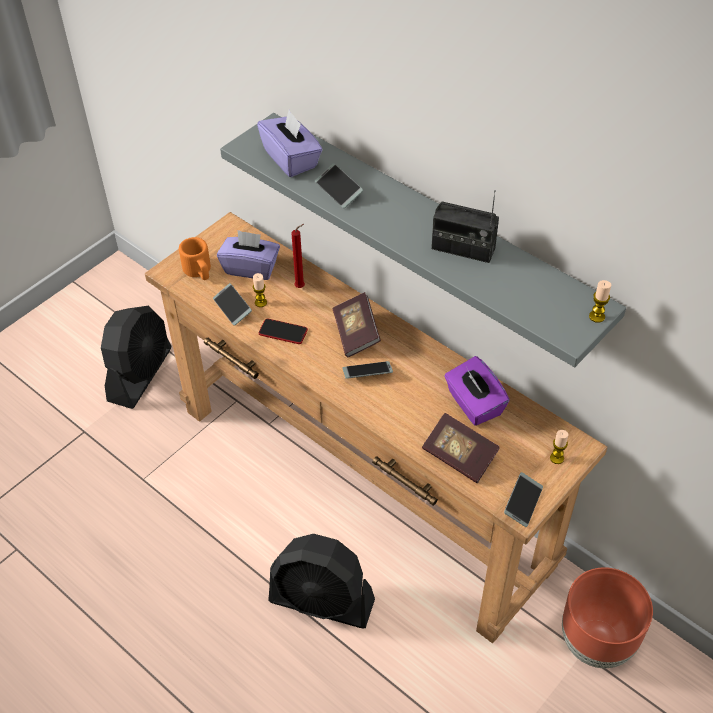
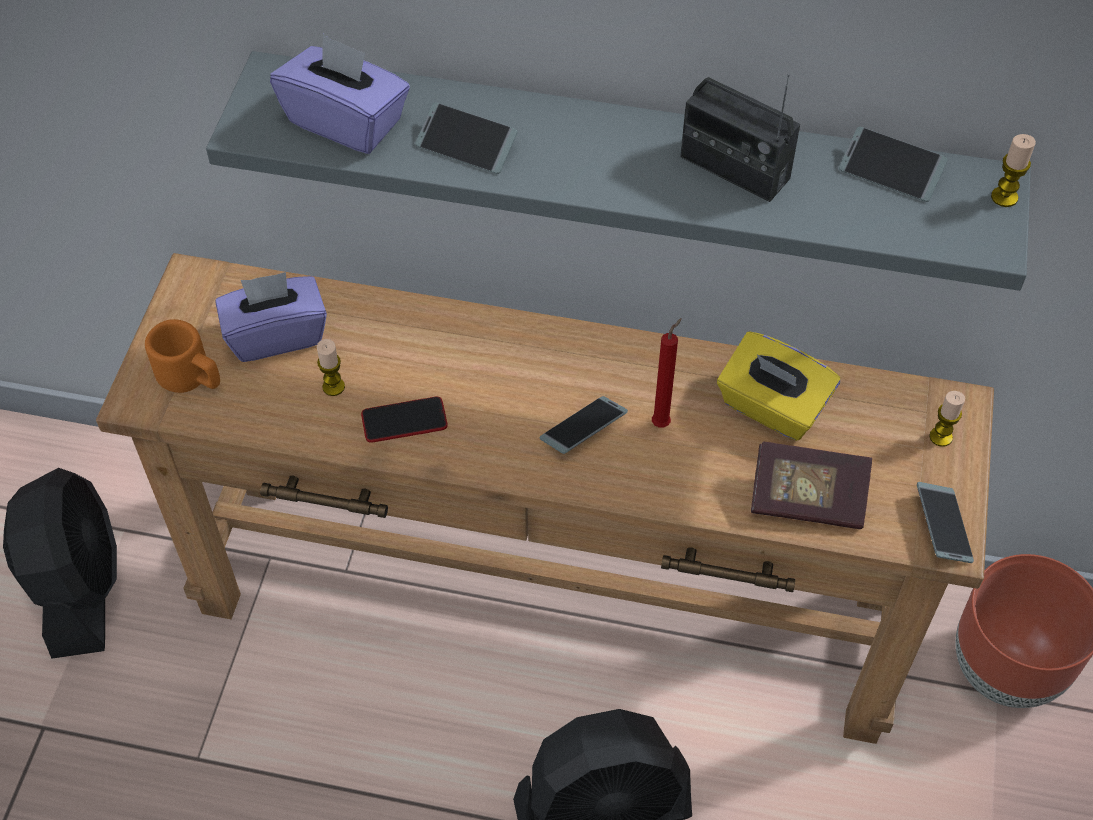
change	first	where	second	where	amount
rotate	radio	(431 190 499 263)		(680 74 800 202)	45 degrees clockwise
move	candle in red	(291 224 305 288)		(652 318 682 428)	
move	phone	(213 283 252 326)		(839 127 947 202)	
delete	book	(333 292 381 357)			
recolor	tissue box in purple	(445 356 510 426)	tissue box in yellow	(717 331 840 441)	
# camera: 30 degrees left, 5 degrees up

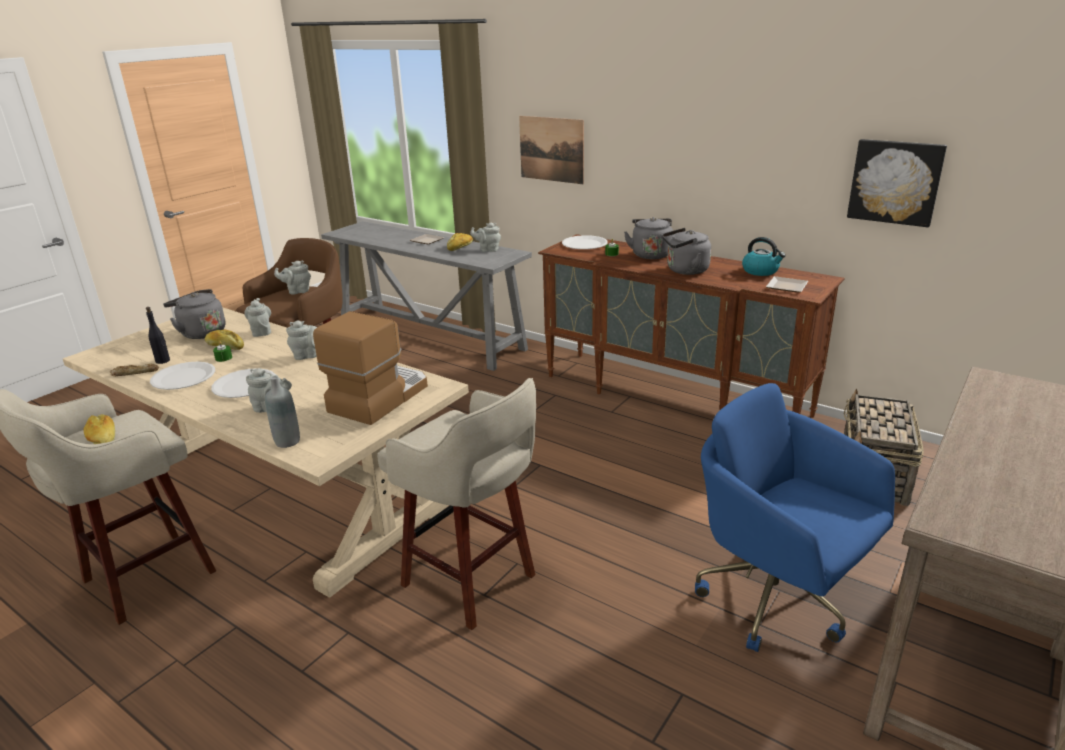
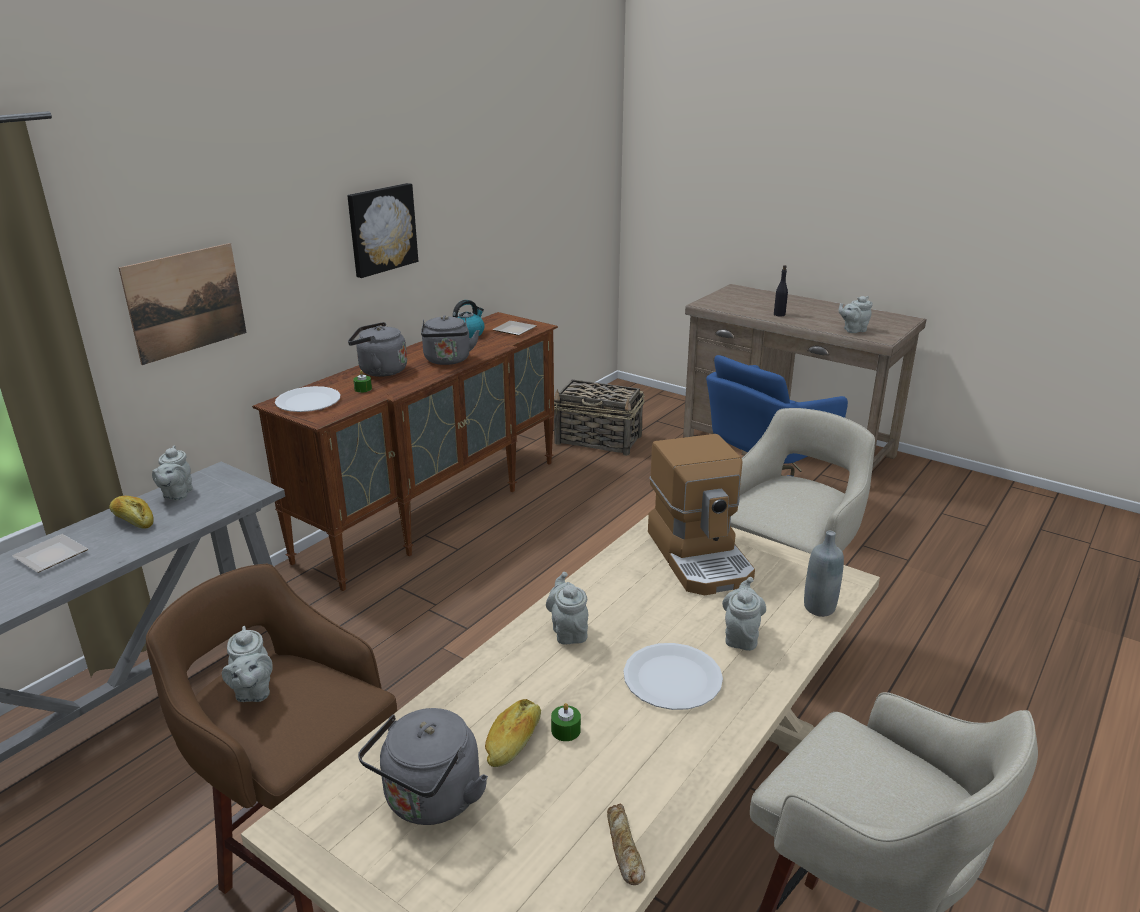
change	first	where	second	where	amount
move	picture	(847 139 947 227)		(347 183 418 278)	
move	teapot in grey	(244 298 271 337)		(838 296 873 333)	
move	bottle in black	(146 307 170 364)		(774 265 788 316)	
rotate	coffee machine	(313 311 428 425)		(648 434 755 595)	135 degrees counterclockwise
delete	plate in white	(150 362 215 390)			
delete	bread	(84 414 115 444)			
# camera: 90 degrees left, 0 degrees up

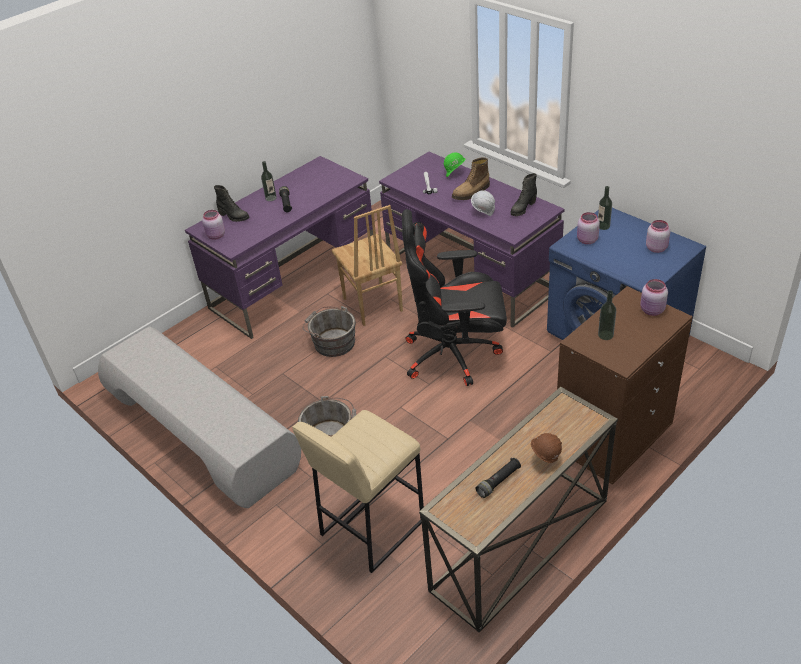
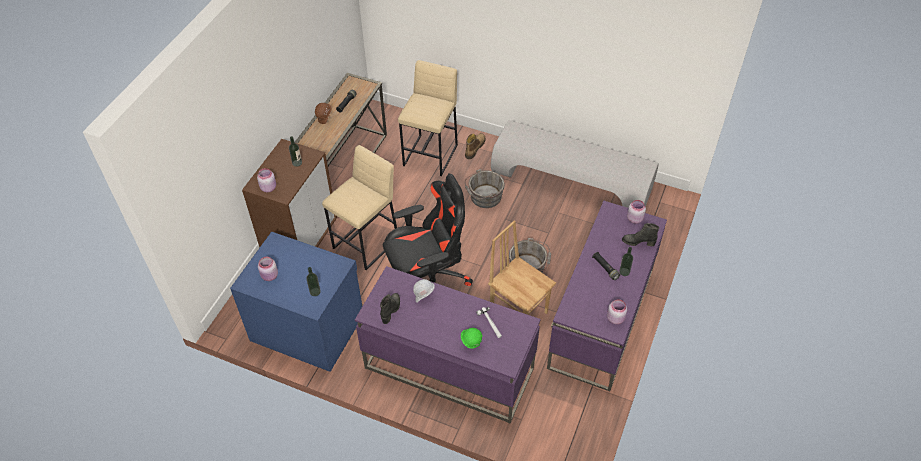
change	first	where	second	where	amount
move	boot	(452 157 490 200)		(465 133 486 159)	
move	jar in pink	(577 212 600 244)		(607 299 627 324)	
insert			stool in beige	(322 145 397 270)	
# camera: 155 degrees right, 10 degrees up

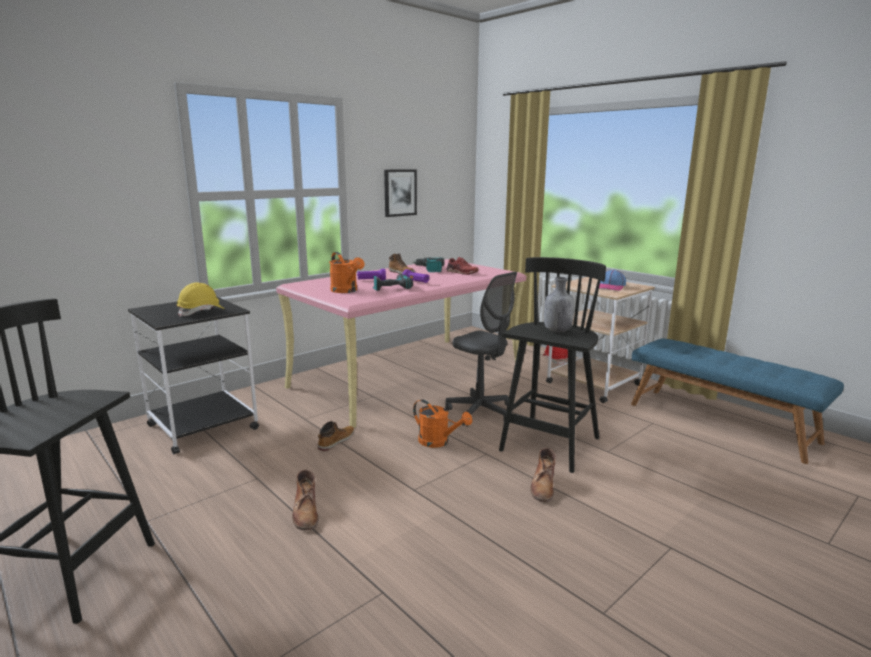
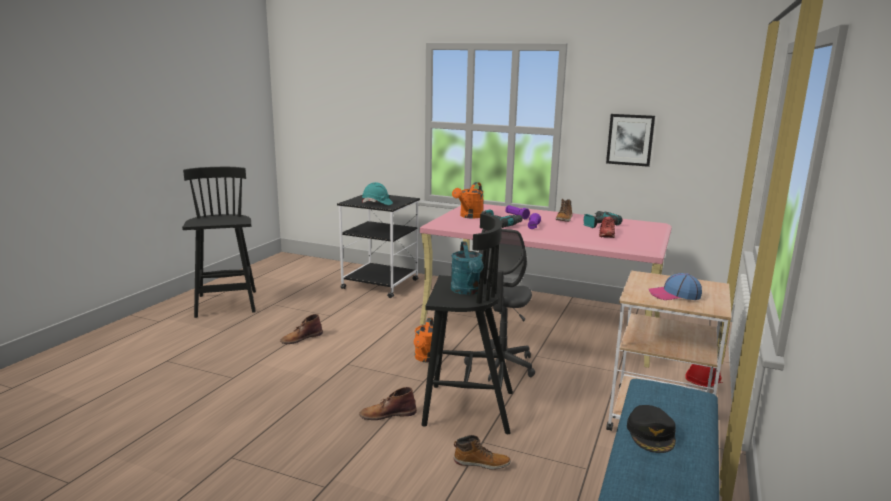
change	first	where	second	where	amount
replace	bottle in grey	(544 277 574 332)	watering can in turquoise	(451 241 484 295)	
recolor	hard hat in yellow	(177 282 225 317)	hard hat in turquoise	(362 182 393 205)	
move	boot	(318 421 355 451)		(454 435 511 470)	
insert			cap in black	(627 405 676 453)	
# camera: 65 degrees right, 0 degrees up

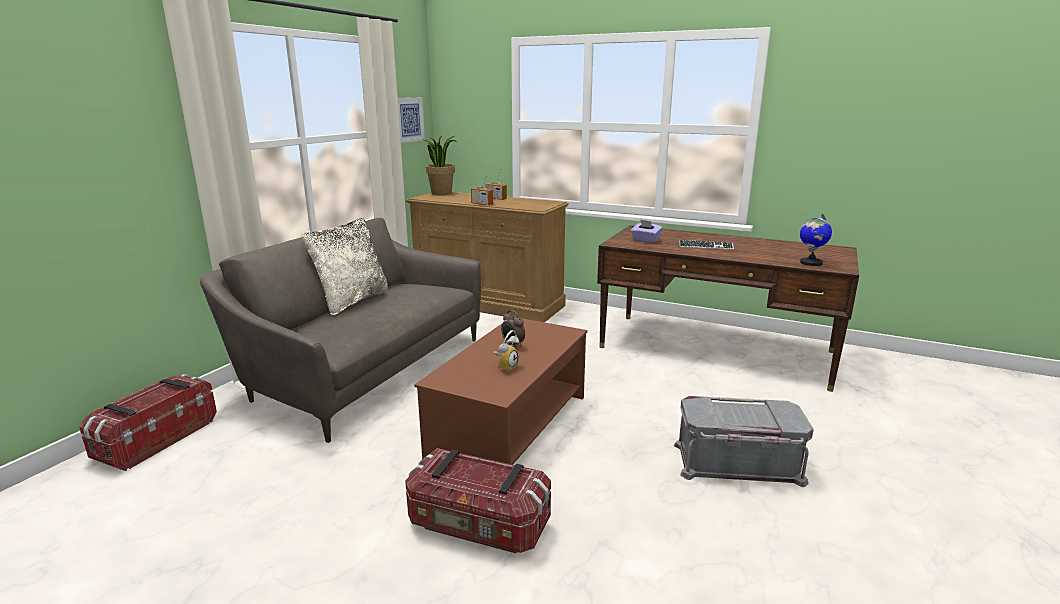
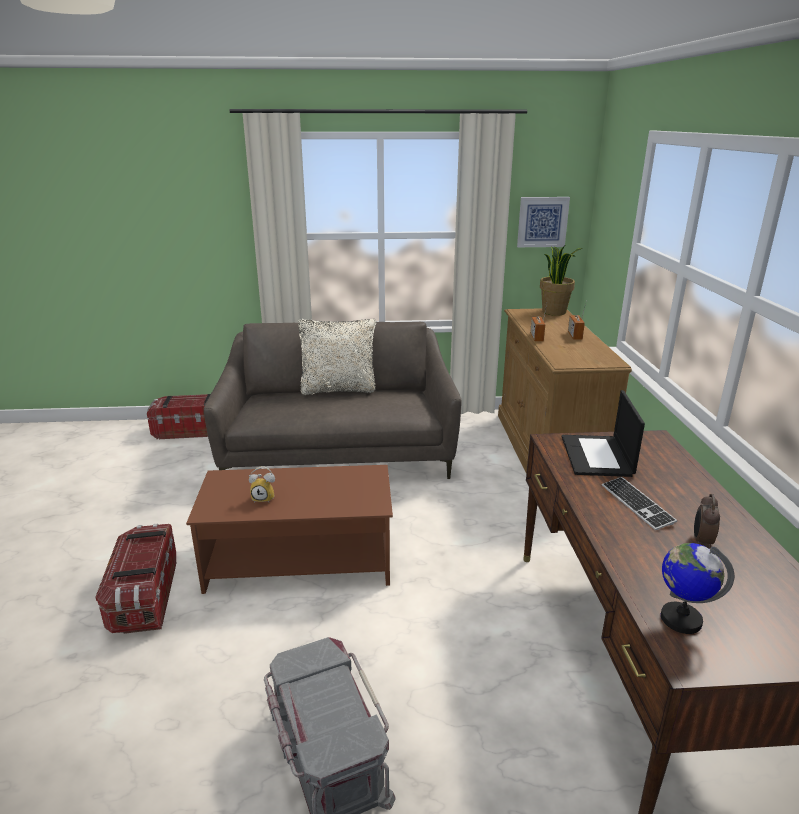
change	first	where	second	where	amount
replace	tissue box in purple	(631 220 663 243)	laptop	(562 390 645 477)	
move	alarm clock	(501 310 525 348)		(694 494 720 548)	
# camera: 60 degrees right, 5 degrees up

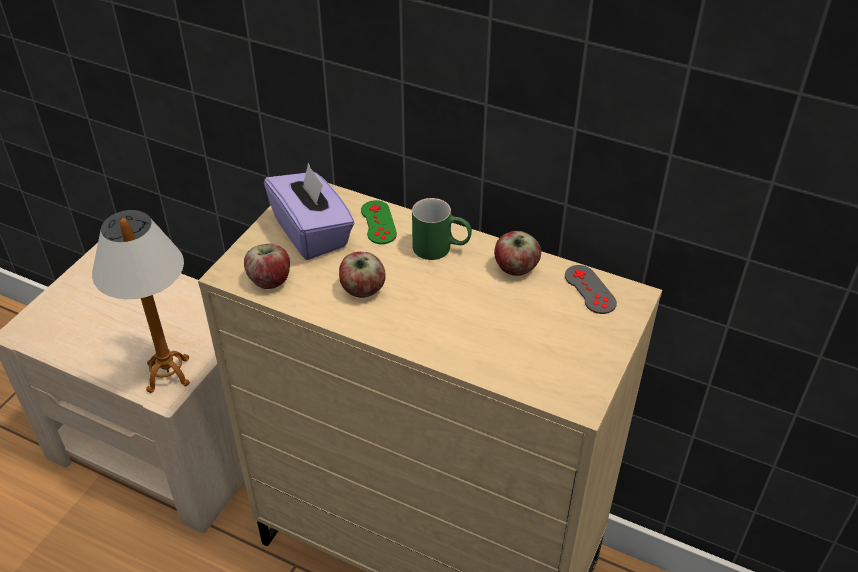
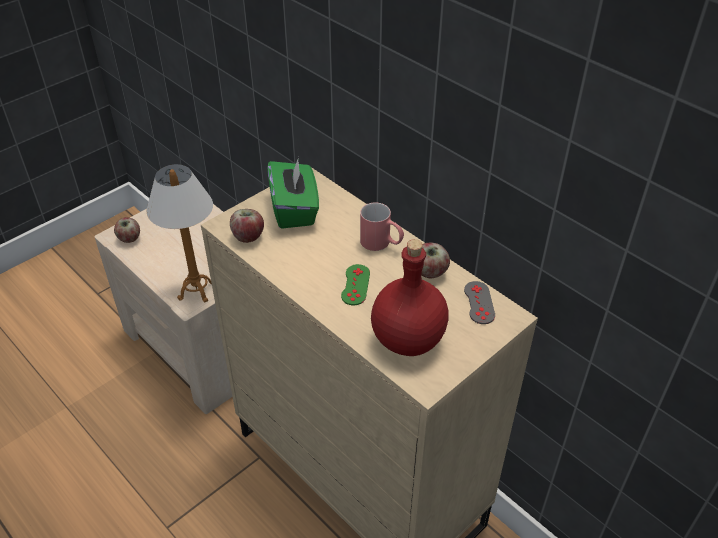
change	first	where	second	where	amount
recolor	tissue box in purple	(264 162 355 260)	tissue box in green	(267 157 319 229)	
recolor	mug in green	(412 198 472 260)	mug in red	(360 202 404 251)	
move	game controller in green	(361 200 397 244)		(341 264 370 305)	
move	apple	(339 252 386 298)		(114 217 140 243)	
insert			bottle in red	(371 239 449 356)	
# camera: 20 degrees right, 0 degrees up

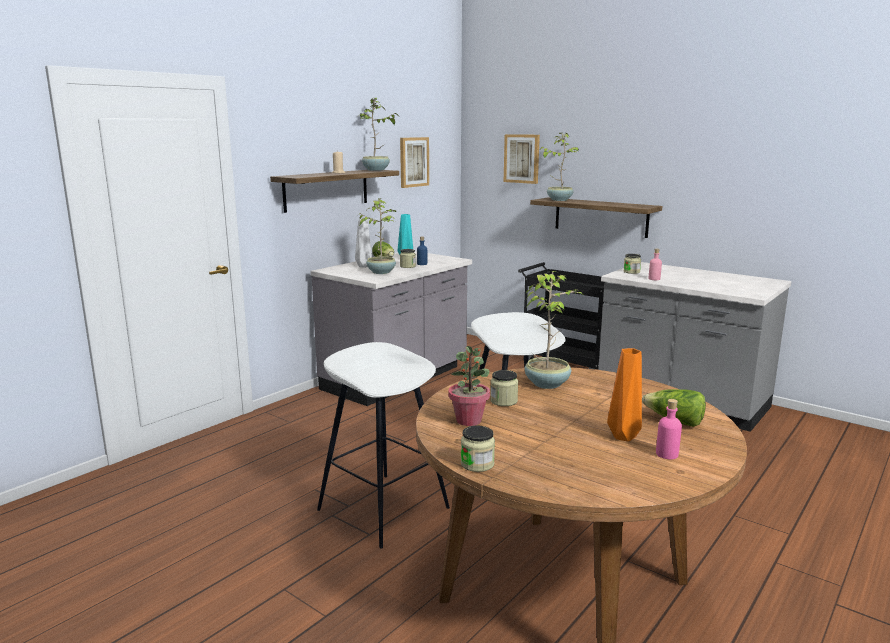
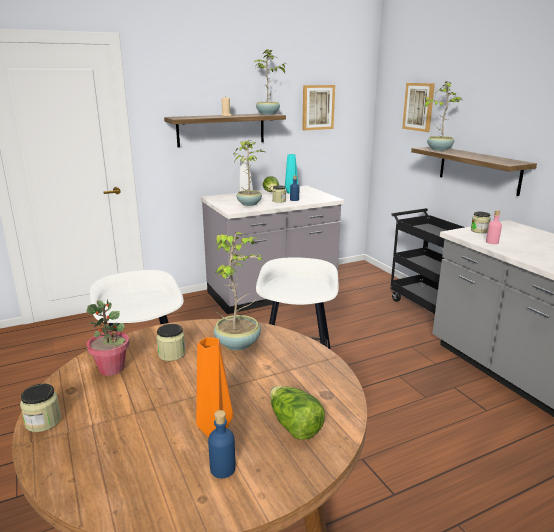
change	first	where	second	where	amount
recolor	bottle in pink	(656 399 682 459)	bottle in blue	(208 410 235 478)	
# camera: 25 degrees right, 5 degrees up

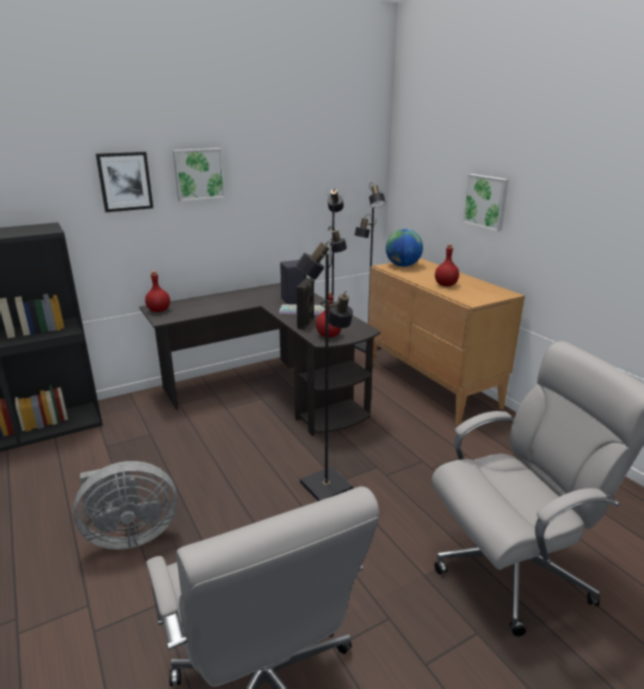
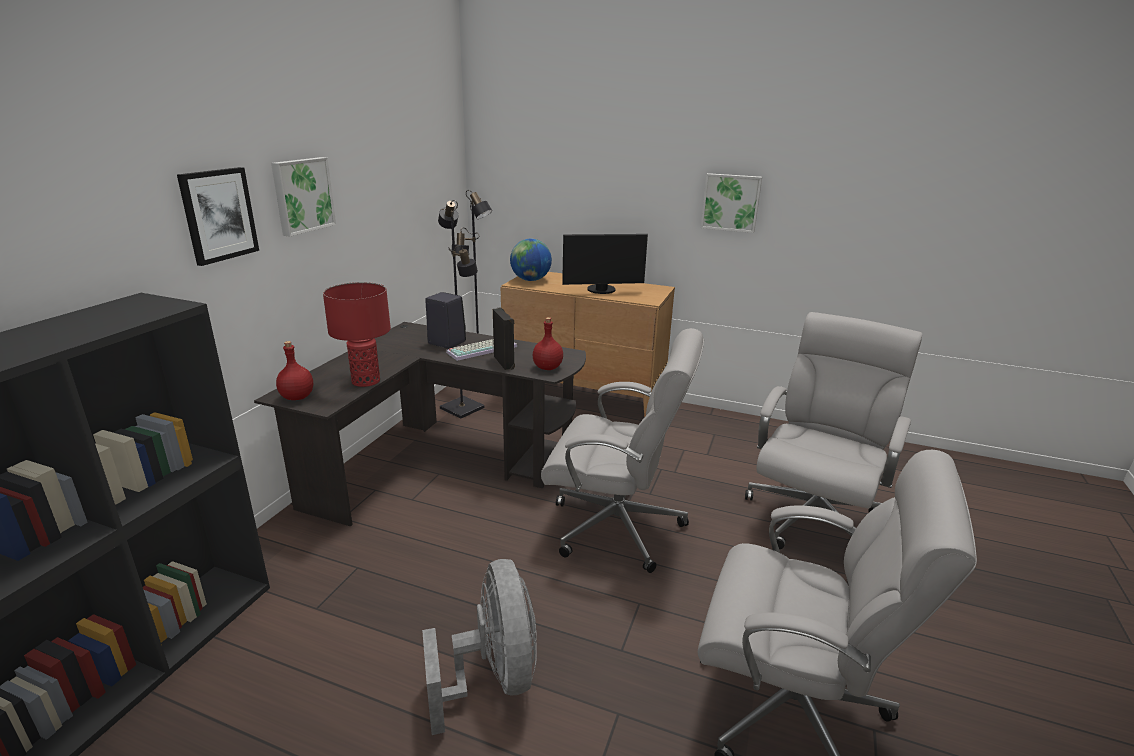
change	first	where	second	where	amount
move	picture	(462 174 509 231)		(701 173 762 233)	
replace	floor lamp in black	(296 239 353 501)	office chair in grey	(541 328 704 573)	
replace	bottle in red	(435 244 459 287)	monitor	(562 234 648 294)	
rotate	fan in grey	(73 461 178 550)		(422 559 537 735)	45 degrees counterclockwise
insert			table lamp in red	(323 282 391 387)	
# camera: 40 degrees left, 0 degrees up

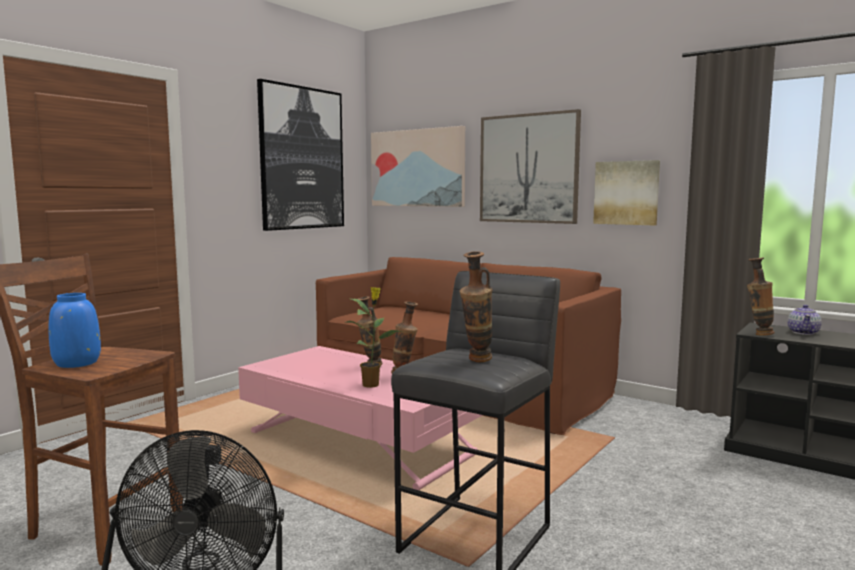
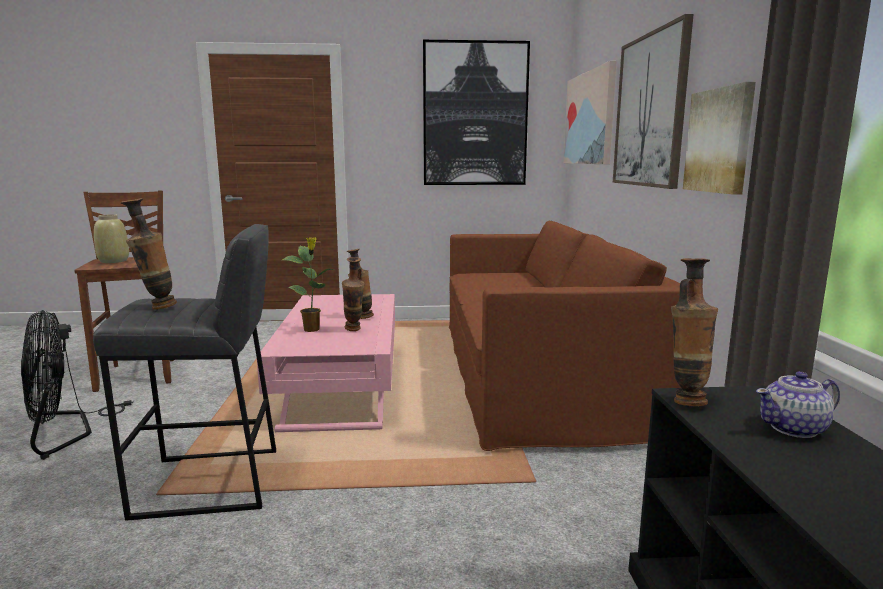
change	first	where	second	where	amount
recolor	vase in blue	(49 293 101 368)	vase in beige	(94 214 129 263)	
# camera: 50 degrees right, 5 degrees up

